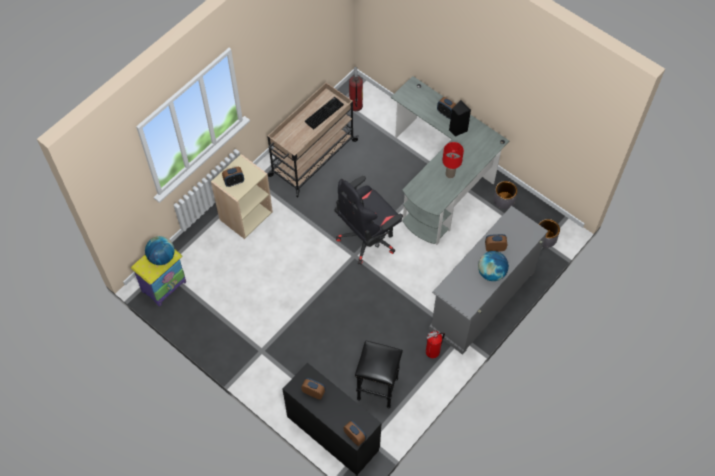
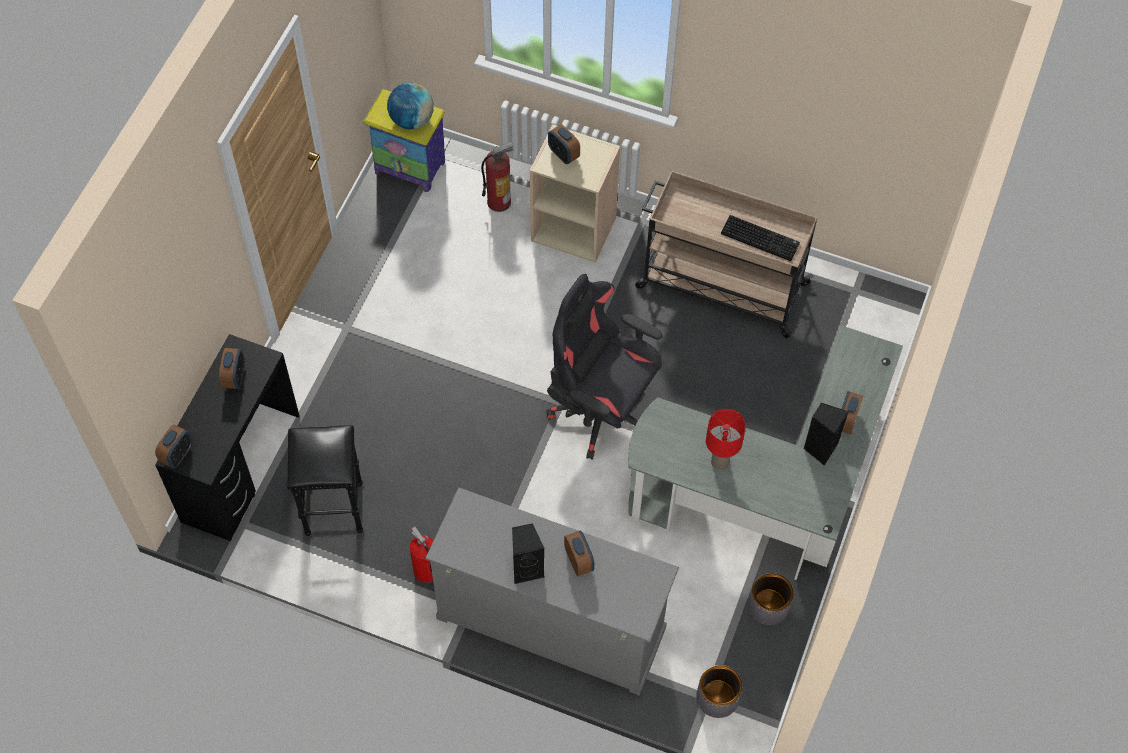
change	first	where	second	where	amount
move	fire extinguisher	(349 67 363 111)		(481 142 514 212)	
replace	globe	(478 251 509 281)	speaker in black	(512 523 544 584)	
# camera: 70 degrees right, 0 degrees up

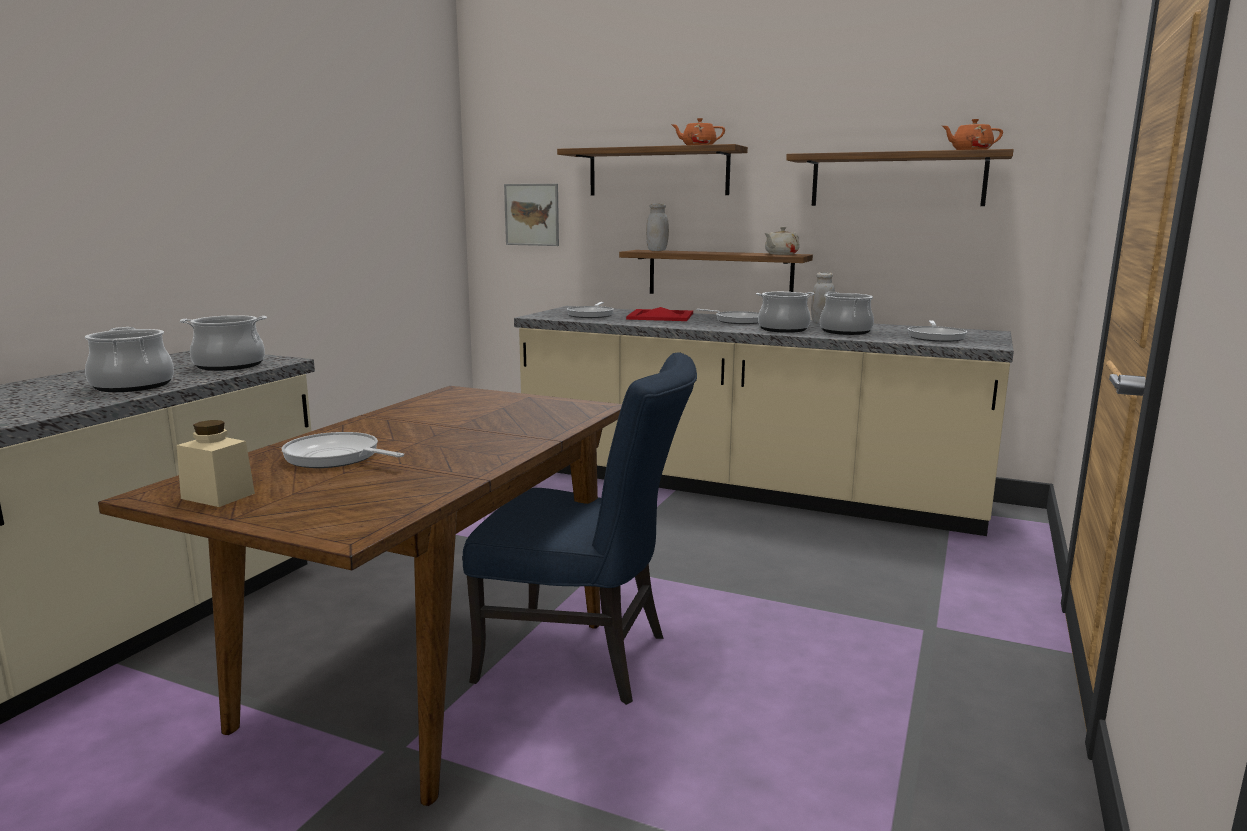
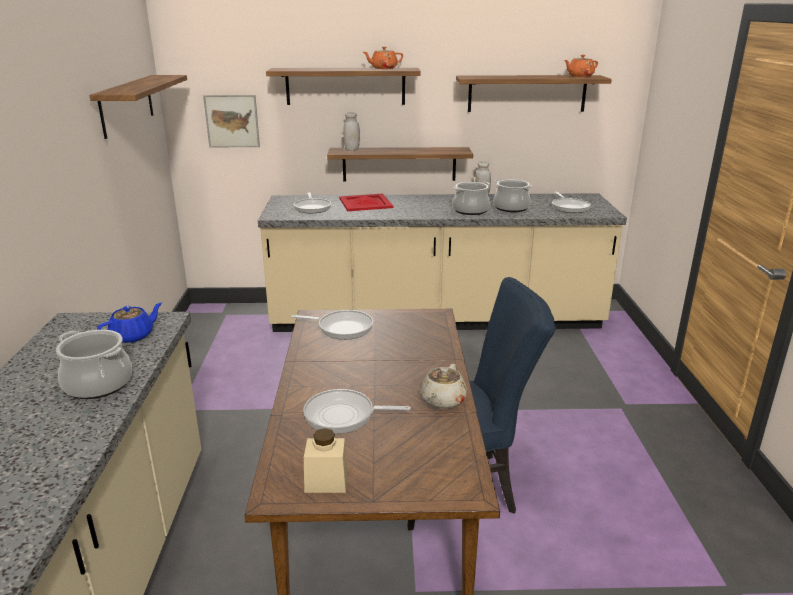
change	first	where	second	where	amount
move	teapot in beige	(765 227 800 255)		(421 364 467 409)	
move	frying pan	(696 309 759 324)		(291 310 373 340)	
replace	cooking pot	(180 315 267 371)	teapot in blue	(97 302 162 343)	
insert			shelf	(89 75 187 139)	
# camera: 25 degrees left, 10 degrees up

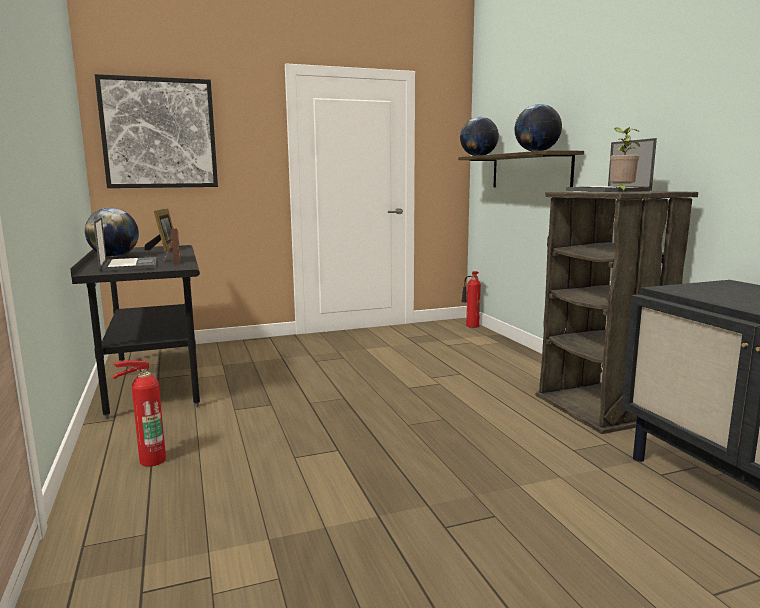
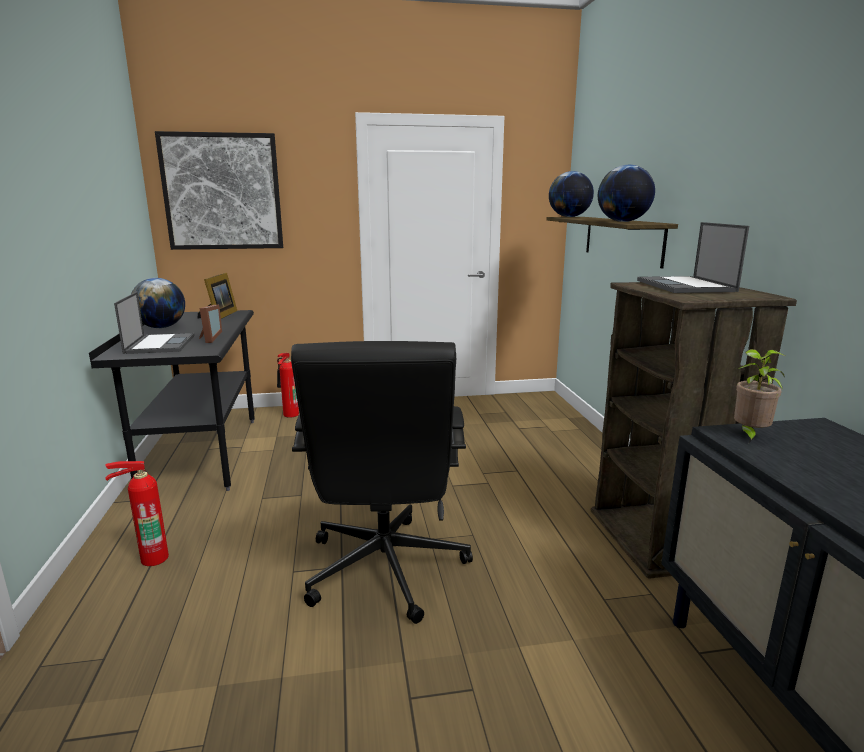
change	first	where	second	where	amount
move	potted plant	(610 127 640 192)		(734 349 786 443)	
move	fire extinguisher	(462 271 481 328)		(277 353 299 418)	
insert			office chair in black	(291 341 473 624)	
# camera: 10 degrees right, 5 degrees up

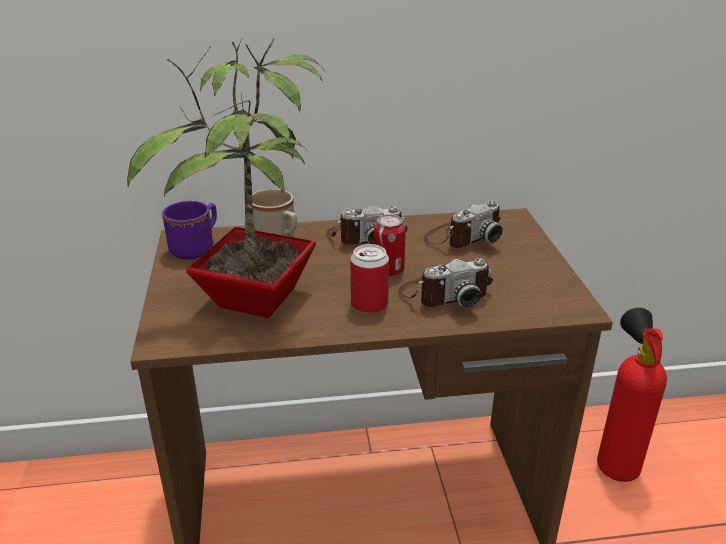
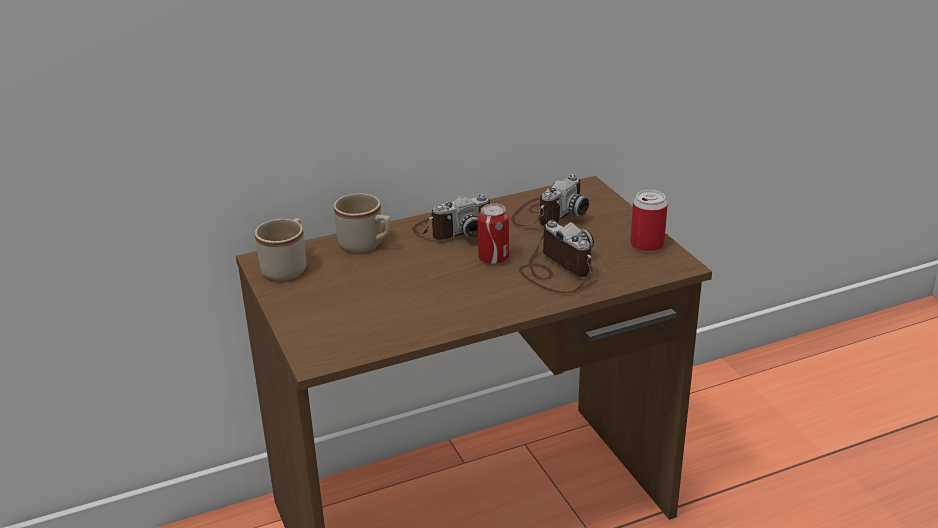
change	first	where	second	where	amount
delete	potted plant	(127 38 325 318)			
recolor	mug in purple	(162 201 217 259)	mug in beige	(255 218 306 281)	
move	can	(351 244 389 313)		(630 190 668 252)	
rotate	photo camera	(398 258 493 308)		(519 220 594 293)	90 degrees counterclockwise
delete	fire extinguisher	(597 308 667 482)			
# camera: 15 degrees left, 0 degrees up

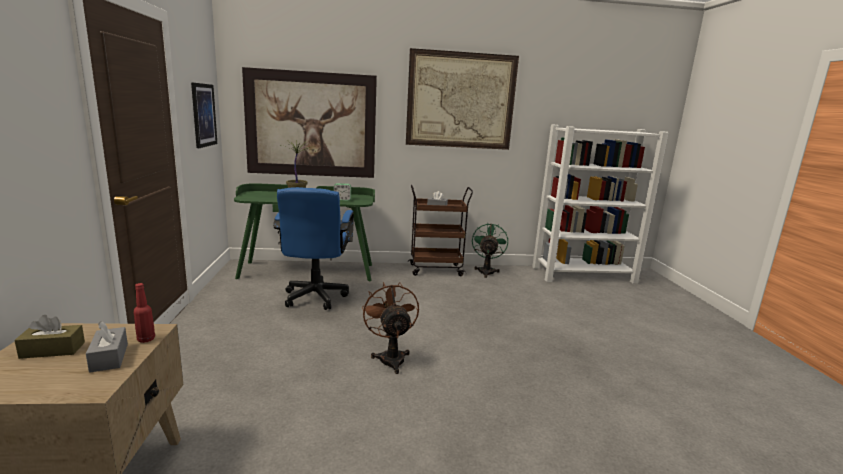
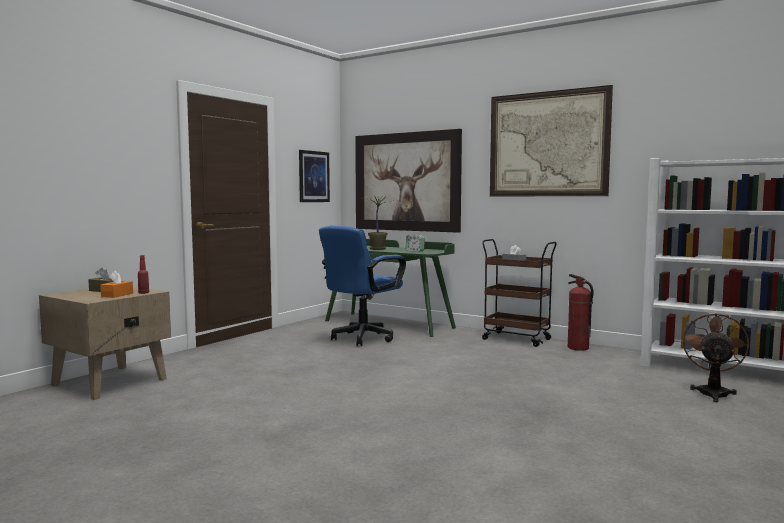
change	first	where	second	where	amount
replace	fan in green	(472 223 508 278)	fire extinguisher	(568 274 594 351)	
move	fan in brown	(362 282 419 374)		(683 313 749 402)	
recolor	tissue box in grey	(86 321 128 373)	tissue box in orange	(100 271 133 298)	
# camera: 40 degrees right, 10 degrees down

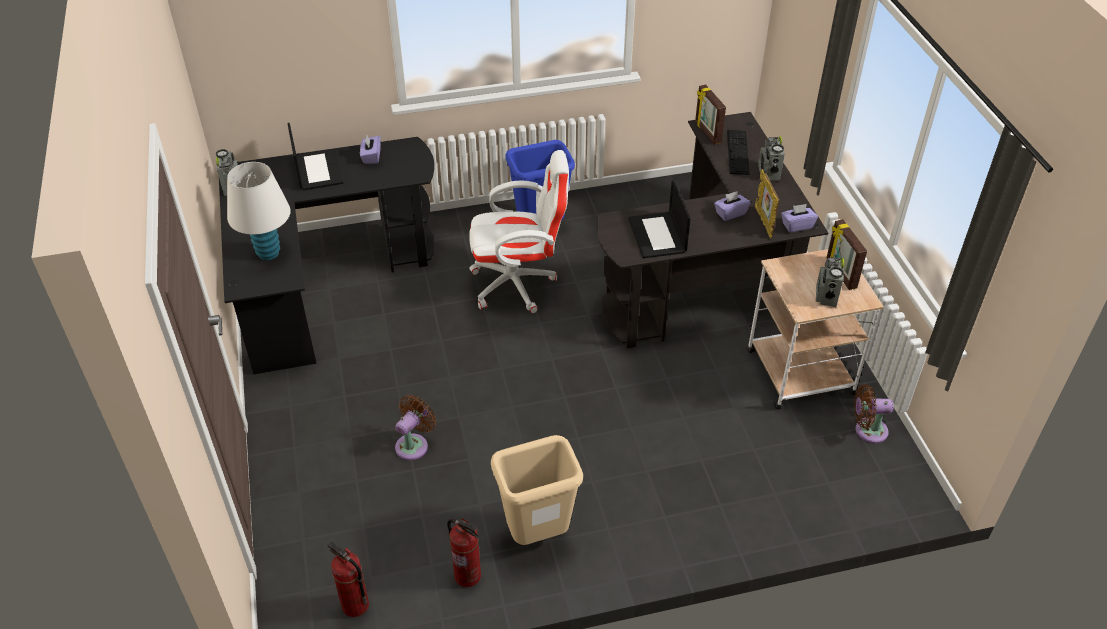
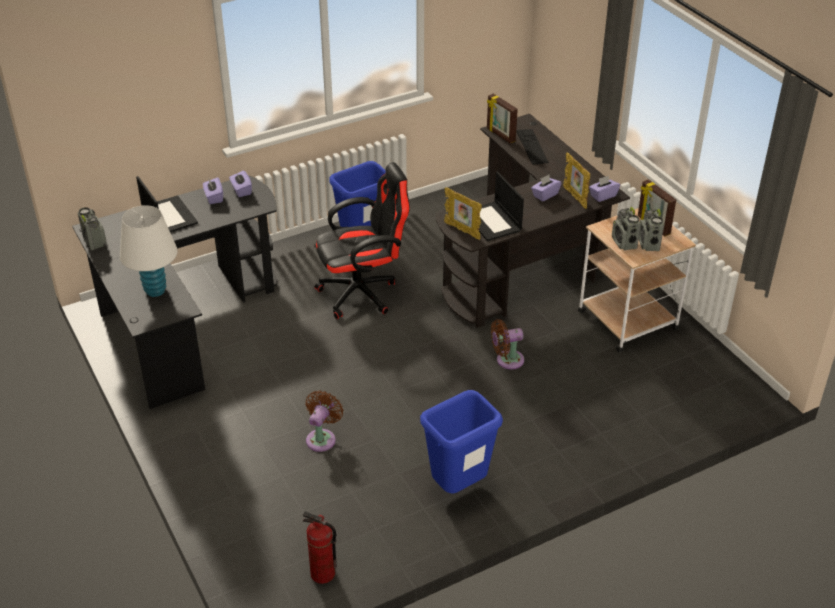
change	first	where	second	where	amount
move	radio	(758 136 785 181)		(612 207 641 251)	
recolor	office chair in white	(469 150 569 313)	office chair in black	(315 162 410 319)	
move	fan in brown	(854 384 894 443)		(491 319 524 369)	
recolor	trash can in beige	(491 435 583 545)	trash can in blue	(420 390 503 493)	
delete	fire extinguisher	(447 518 481 587)			
insert			tissue box in purple	(229 170 252 197)	
insert			picture frame	(444 187 482 240)	
# camera: 15 degrees left, 5 degrees down

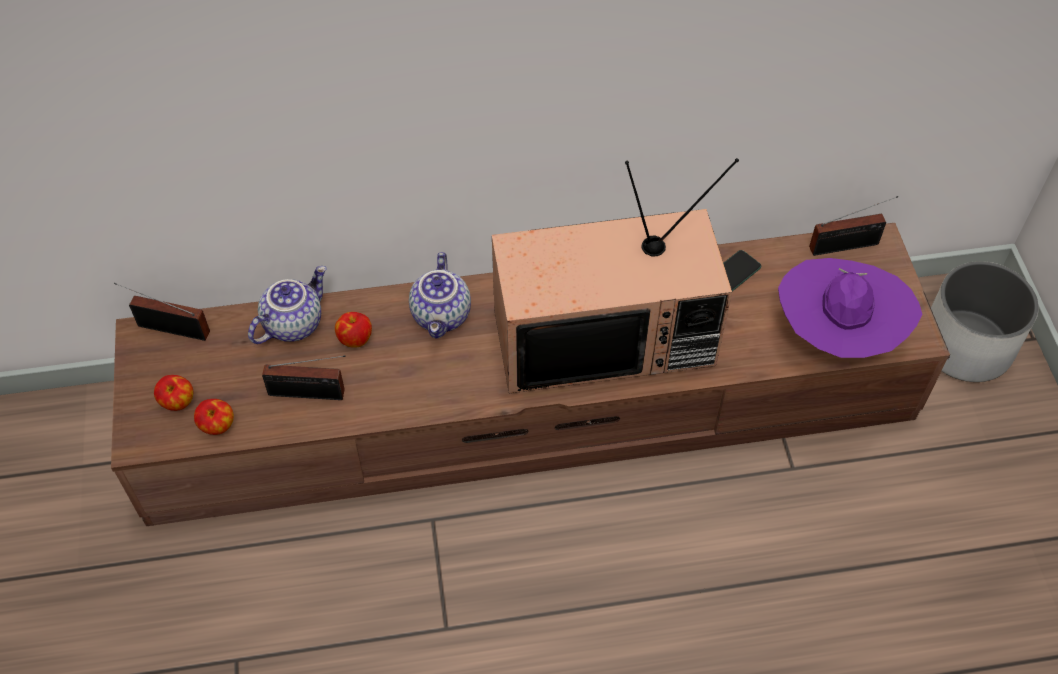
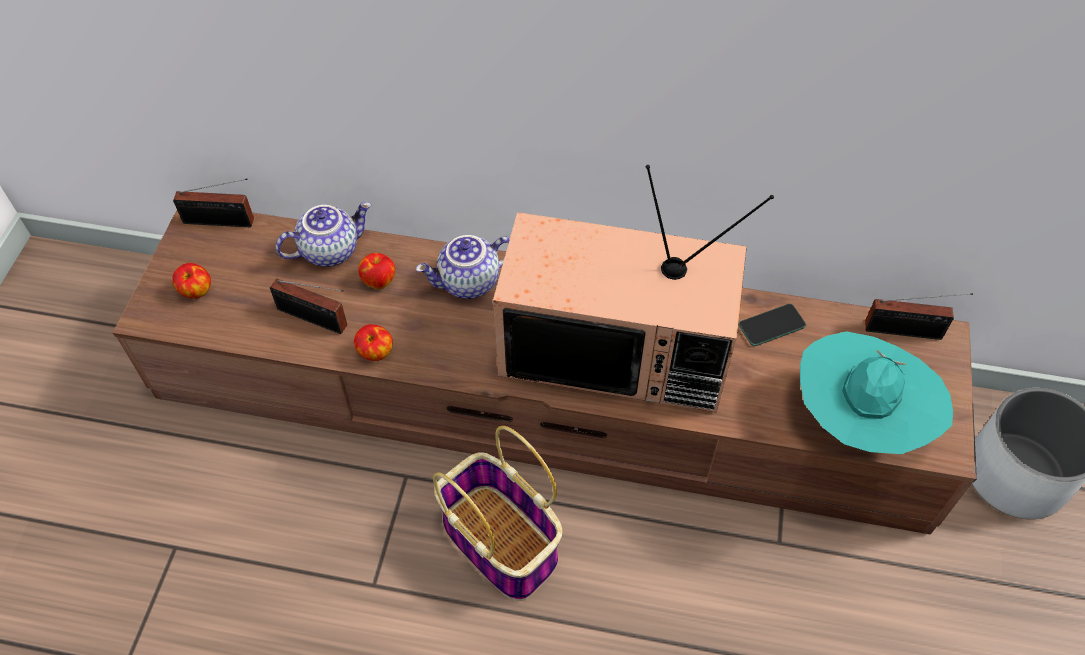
change	first	where	second	where	amount
rotate	teapot	(409 252 471 339)		(415 235 510 299)	45 degrees clockwise
recolor	hat in purple	(778 258 923 358)	hat in turquoise	(800 331 953 454)	
rotate	radio	(114 282 210 341)		(173 178 254 227)	150 degrees clockwise
move	apple	(194 399 234 435)		(354 324 393 361)	
insert			basket	(433 426 563 601)	
# camera: 20 degrees right, 0 degrees up

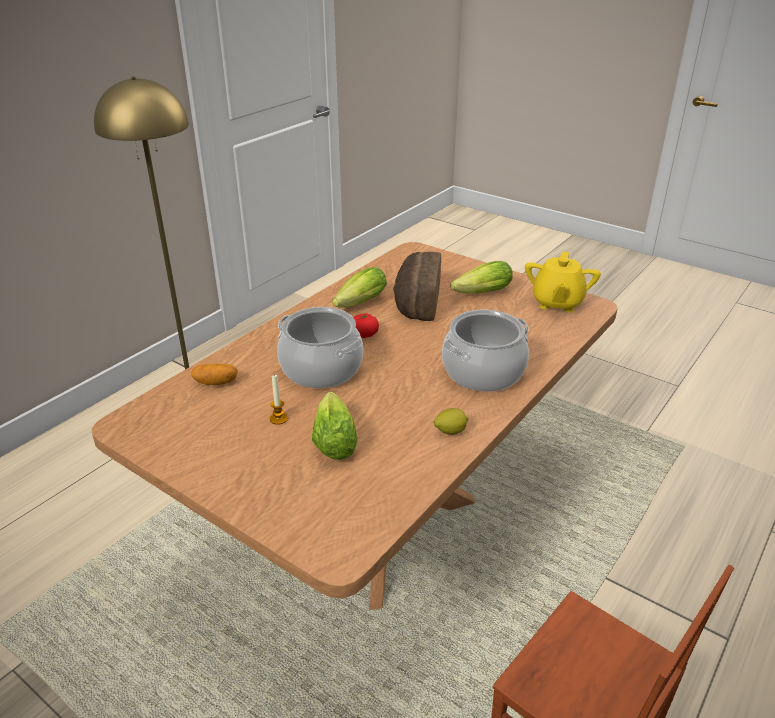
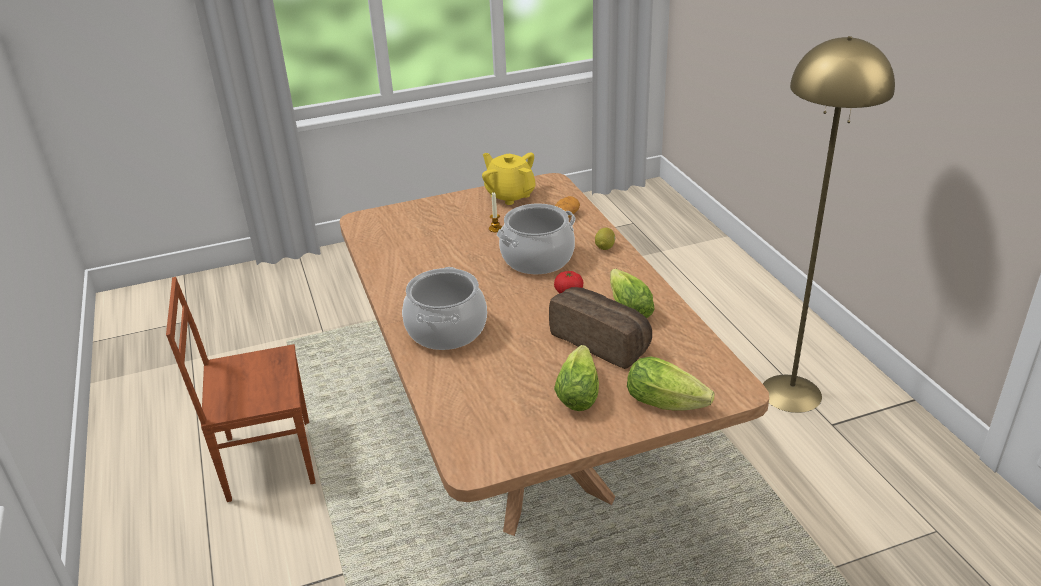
change	first	where	second	where	amount
move	teapot in yellow	(525 251 601 312)		(482 153 536 205)	
move	lettuce	(312 392 358 460)		(627 356 714 411)	
move	lemon	(434 408 469 435)		(595 228 615 250)	
# camera: 125 degrees right, 0 degrees up

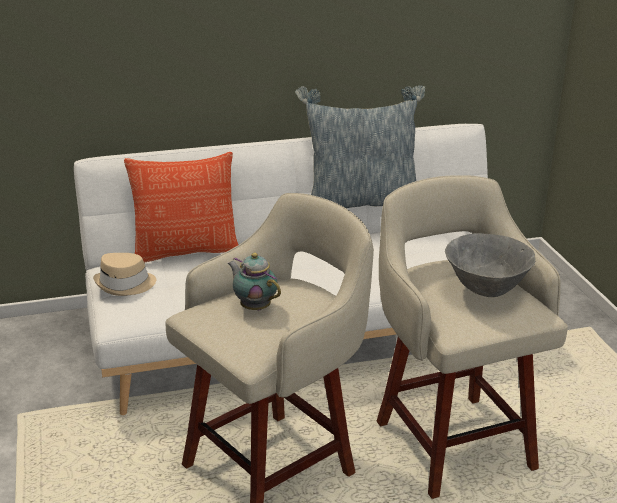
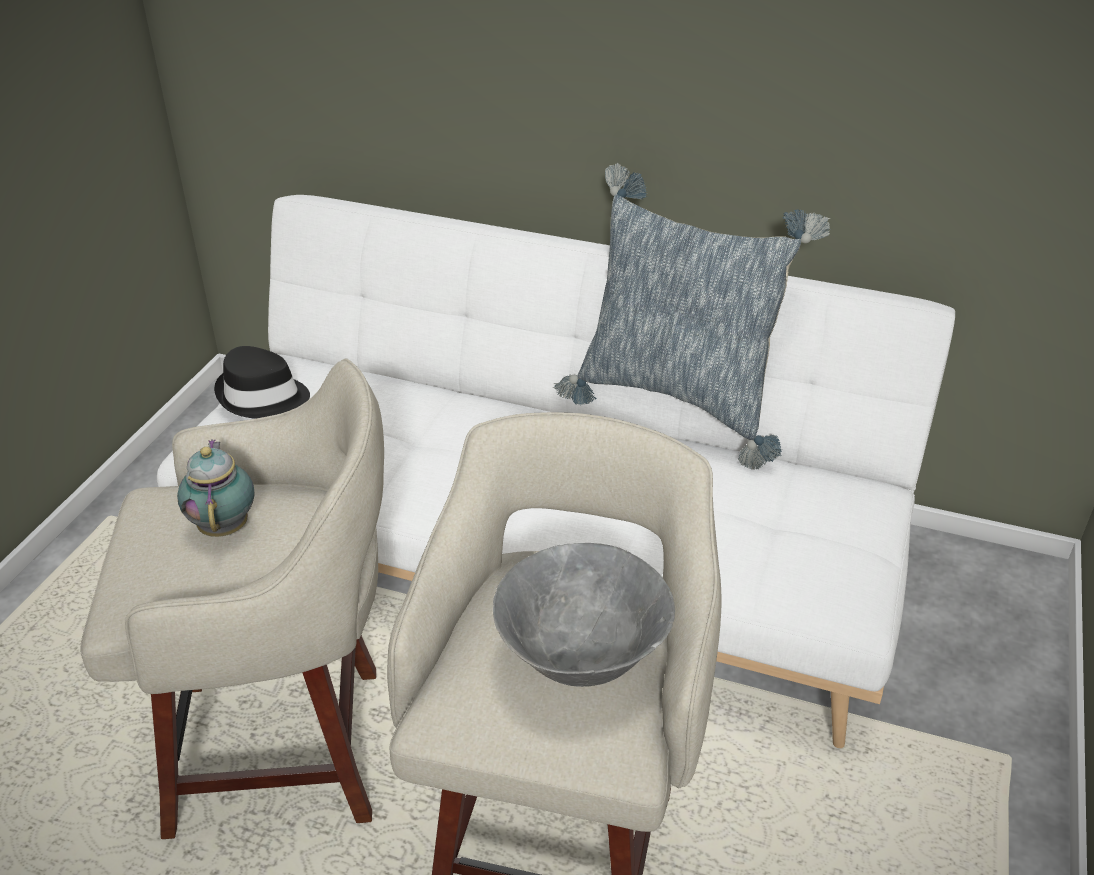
change	first	where	second	where	amount
delete	pillow in orange	(124 152 238 263)			
recolor	hat in beige	(93 253 156 296)	hat in black	(214 346 310 419)	
# camera: 35 degrees right, 10 degrees up

